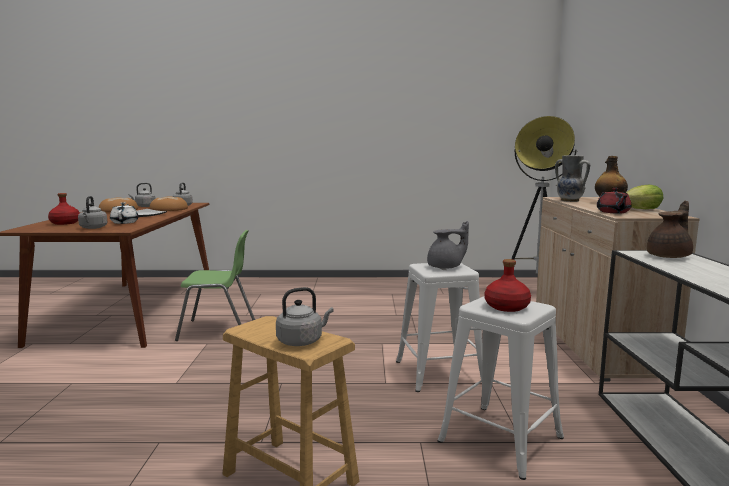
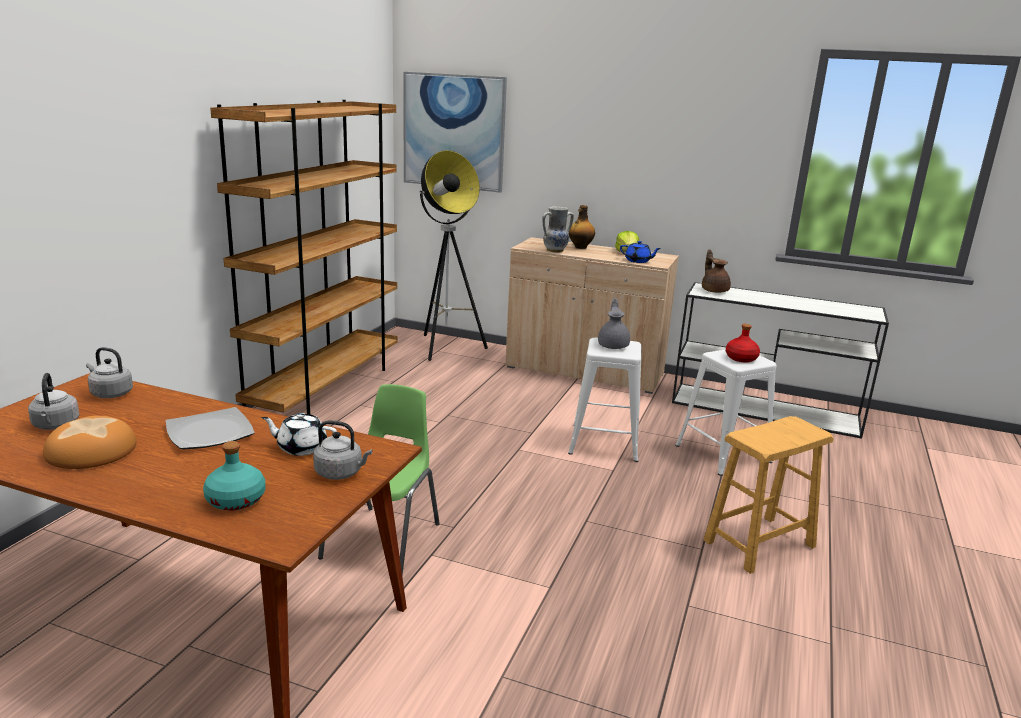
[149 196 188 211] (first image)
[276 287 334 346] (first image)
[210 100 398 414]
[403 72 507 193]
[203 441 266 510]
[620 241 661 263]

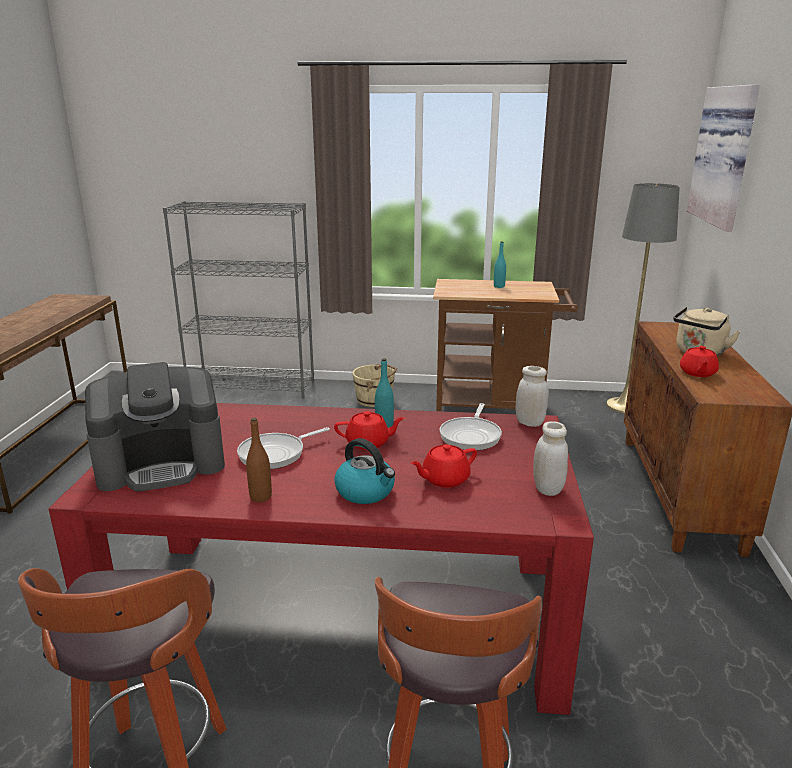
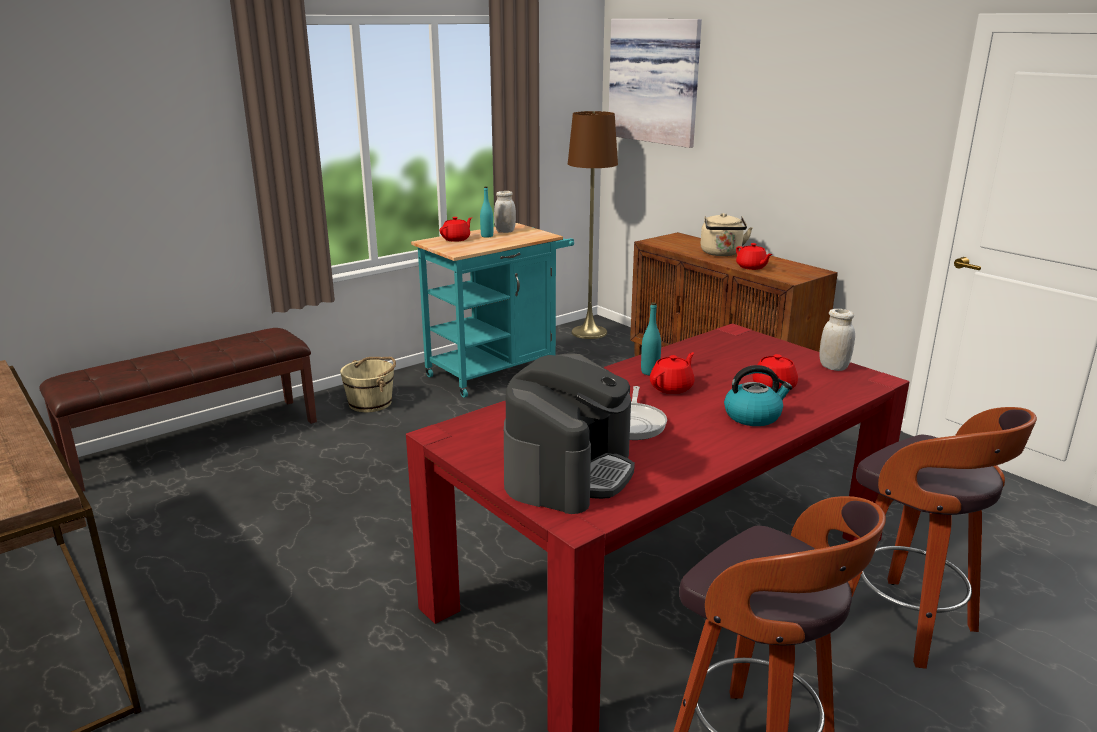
[246 418 272 502] (first image)
[440 403 502 450] (first image)
[440 217 472 242]
[494 191 516 233]
[39 328 317 491]
[411 223 574 398]
[568 111 618 339]

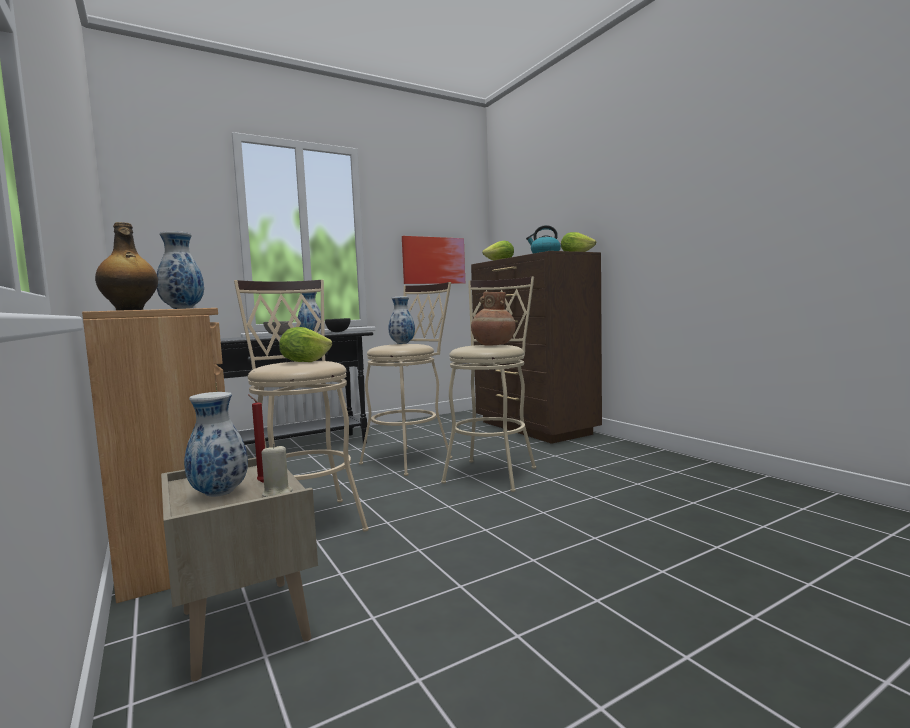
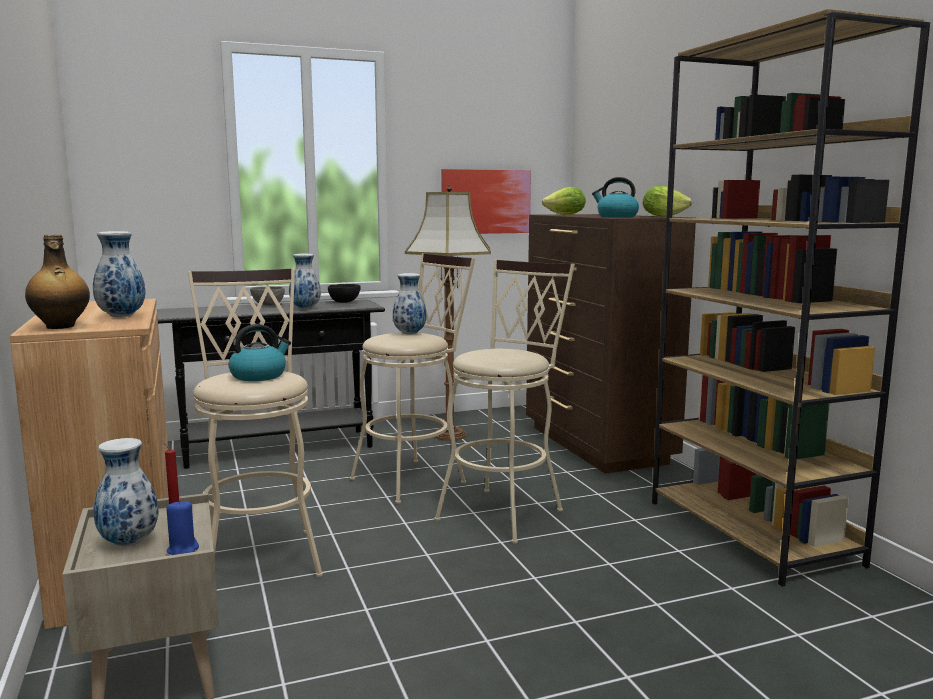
[471 292 515 346] (first image)
[405 184 491 441]
[652 9 930 587]
[228 324 291 381]
[166 500 199 555]

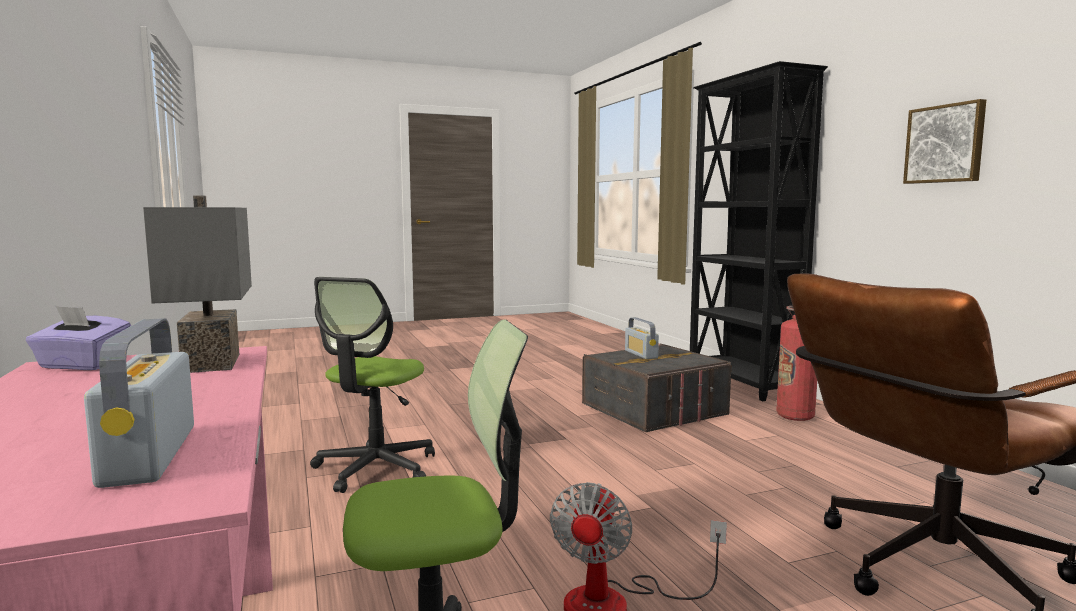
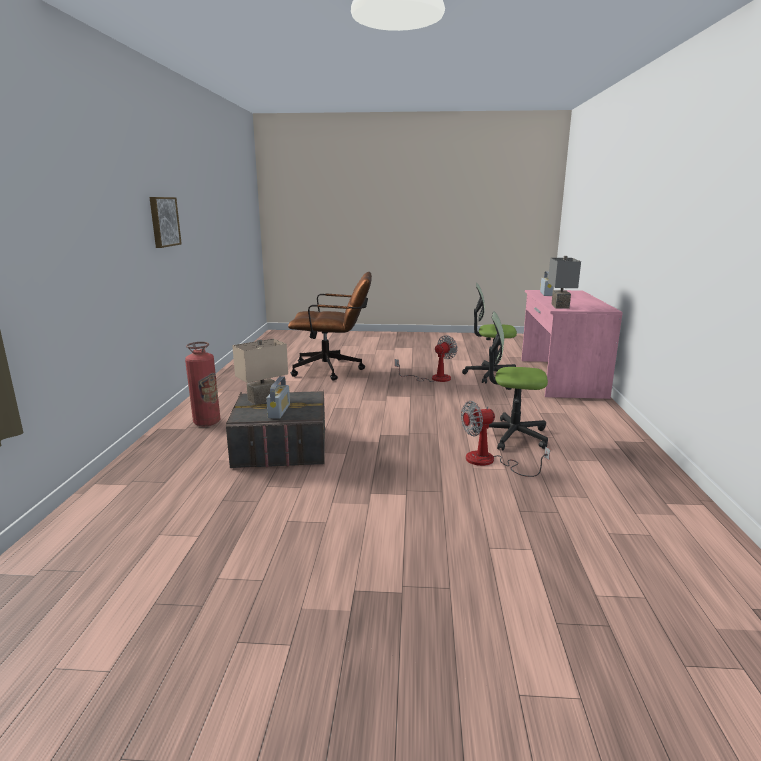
[26 306 131 370] (first image)
[690 61 828 401] (first image)
[232 339 288 405]
[461 401 550 477]
[473 312 548 450]

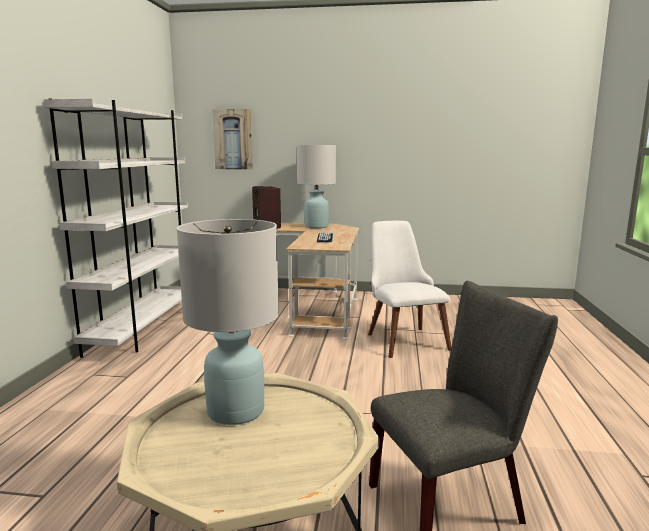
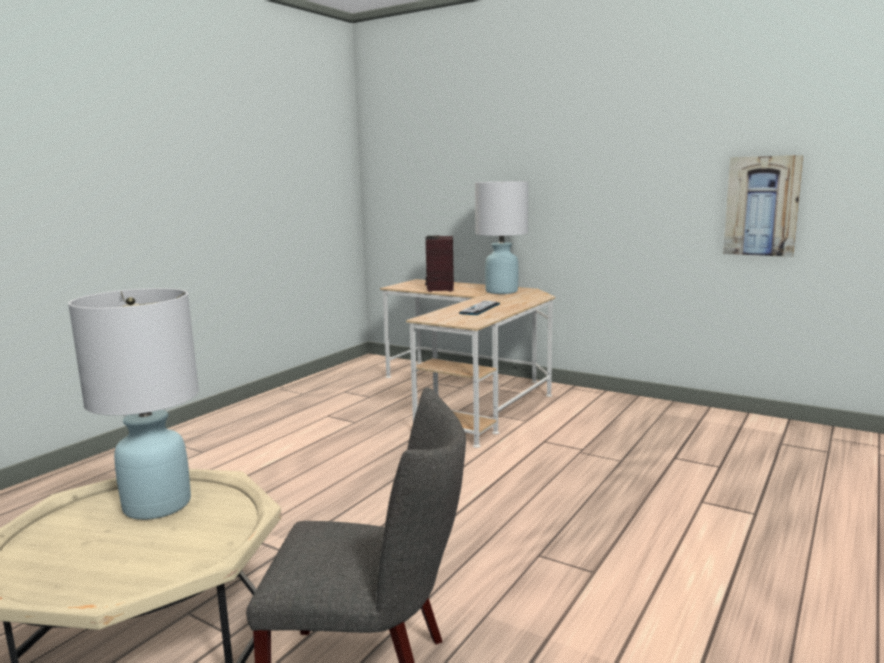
[43 98 188 358] (first image)
[368 221 451 358] (first image)
[723 155 803 257]

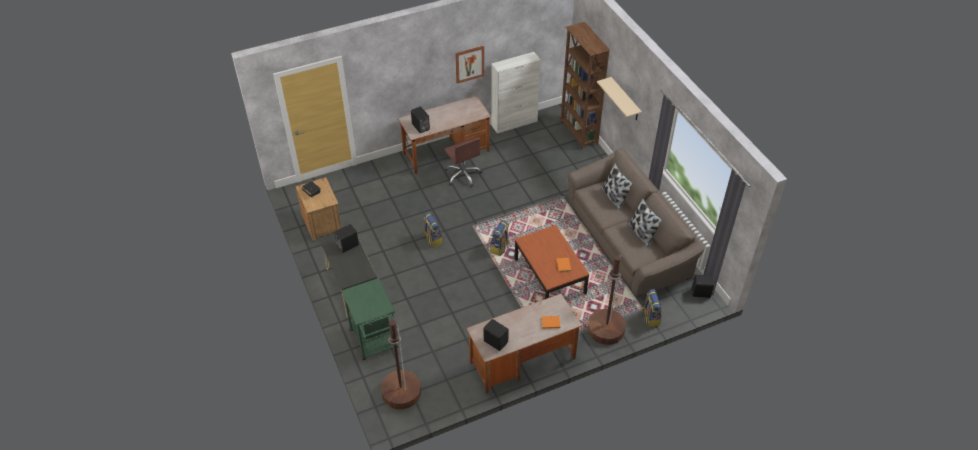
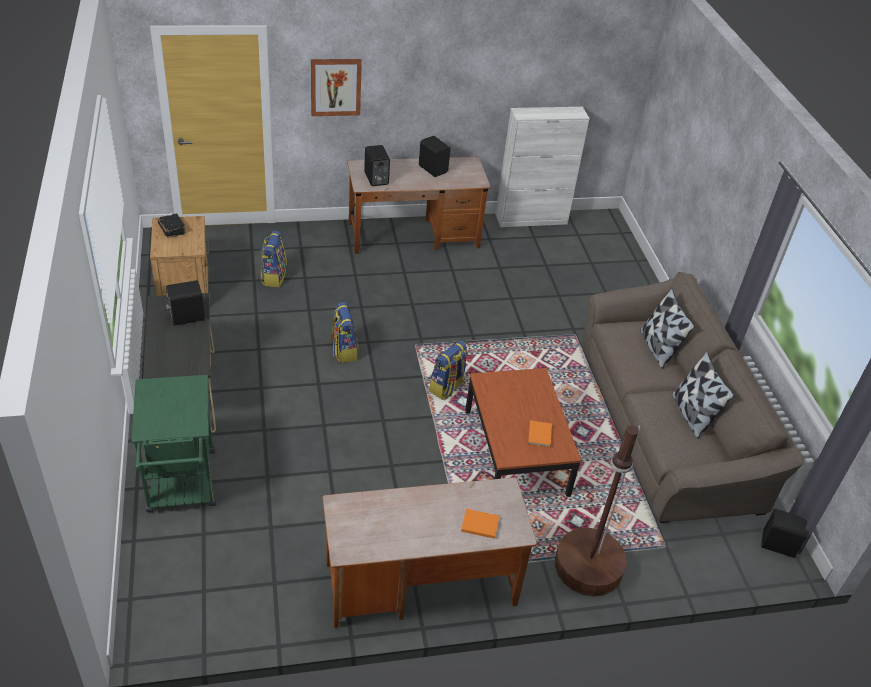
[381 320 421 410] (first image)
[444 138 482 187] (first image)
[560 22 610 150] (first image)
[597 77 642 121] (first image)
[311 59 362 116]
[419 136 450 177]
[260 231 287 287]

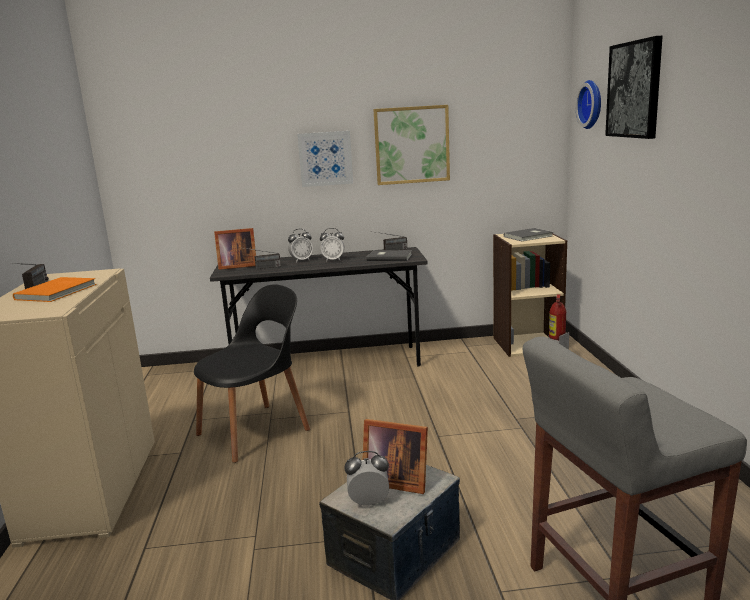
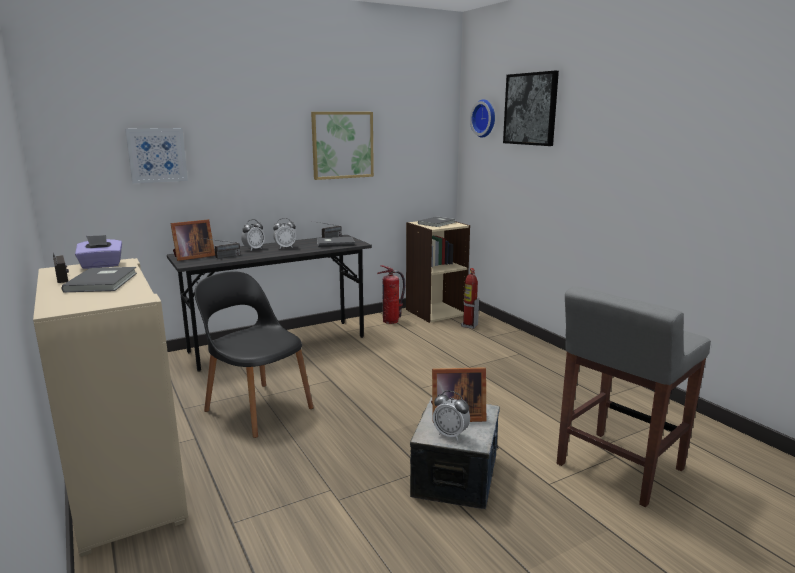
[75 235 122 269]
[377 265 405 324]
[125 128 188 184]
[62 267 137 292]
[194 271 314 438]
[433 390 470 441]

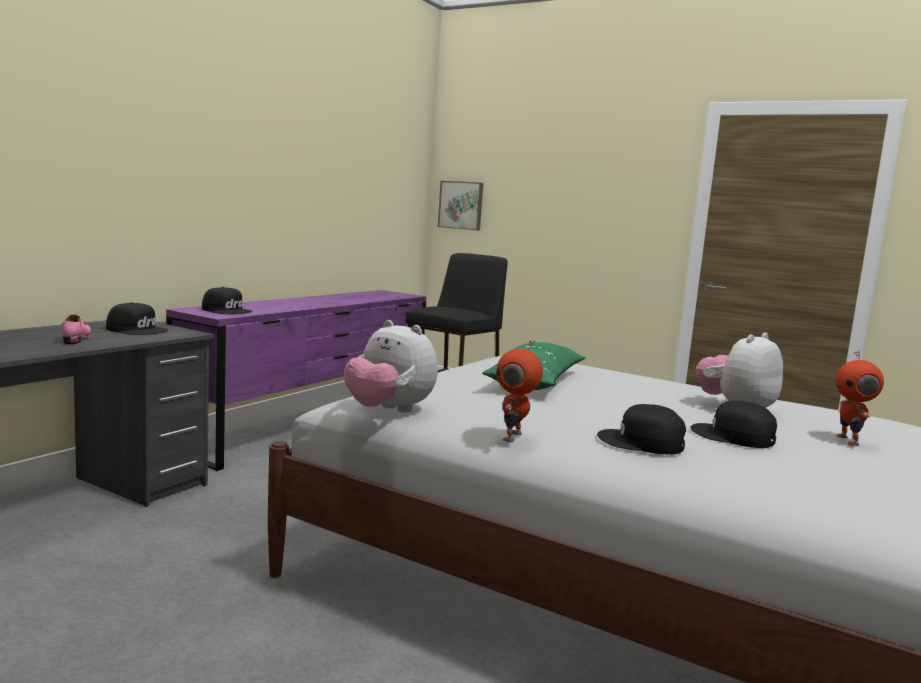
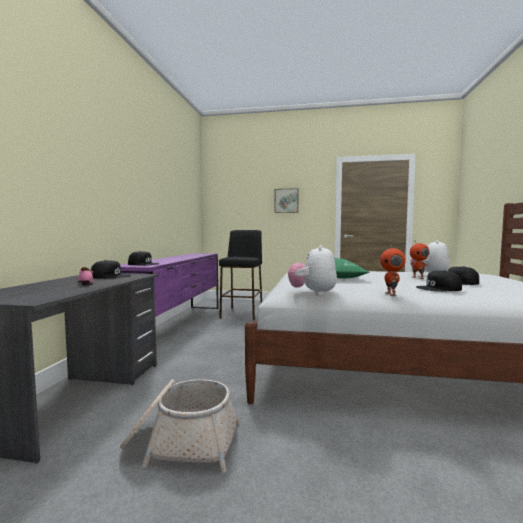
[120 379 240 473]
[274 188 299 213]
[410 241 429 279]
[288 245 337 296]

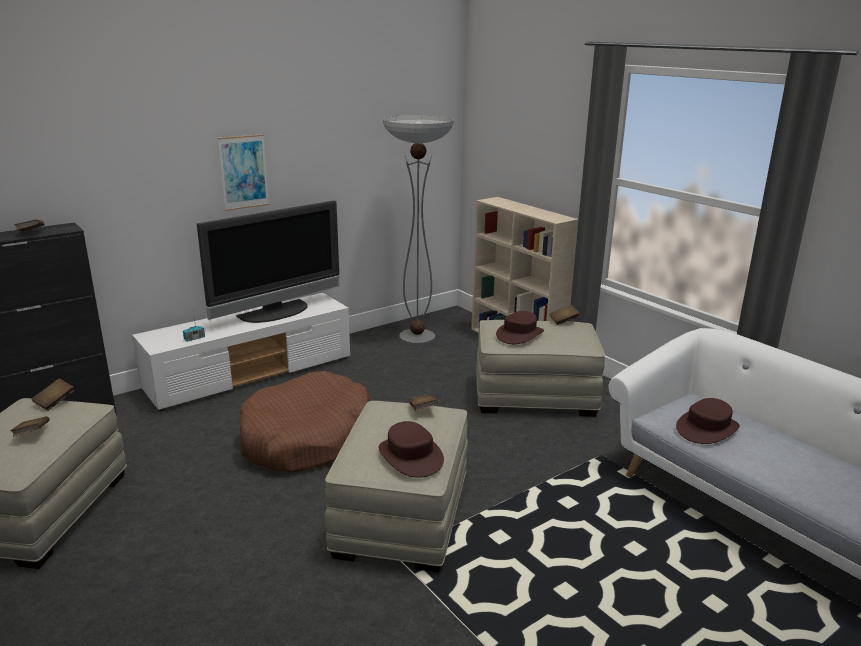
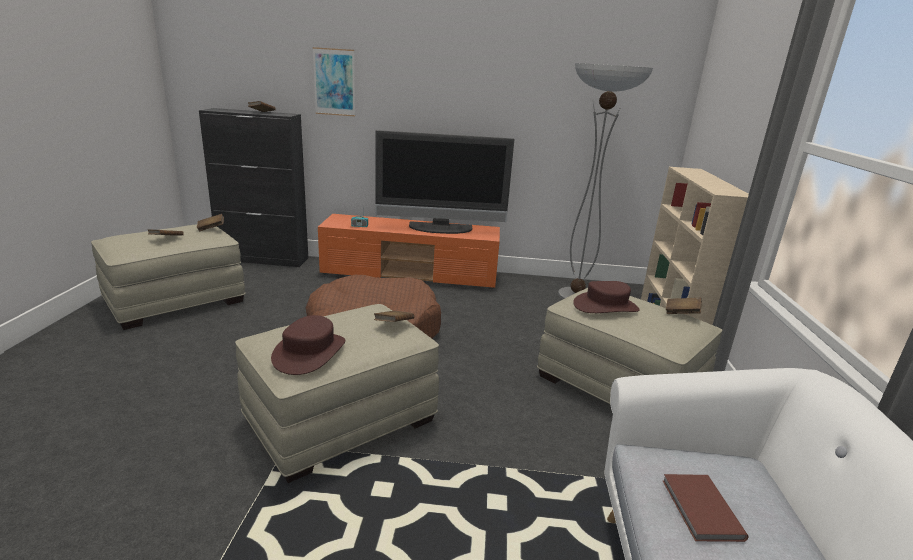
[313 47 355 116]
[662 474 749 542]
[318 214 500 289]

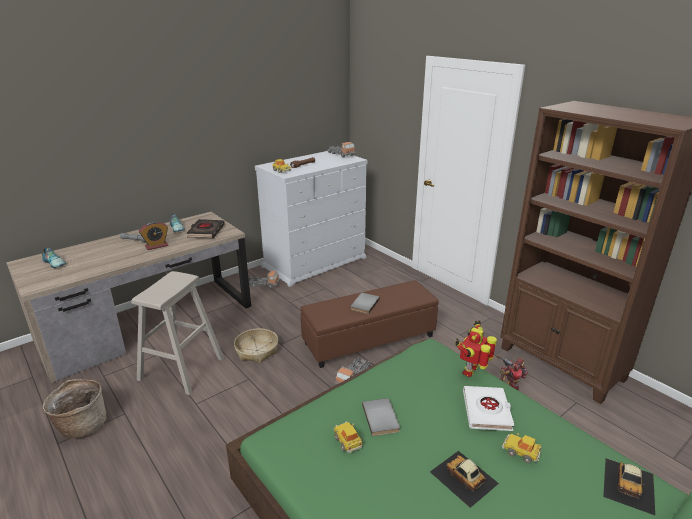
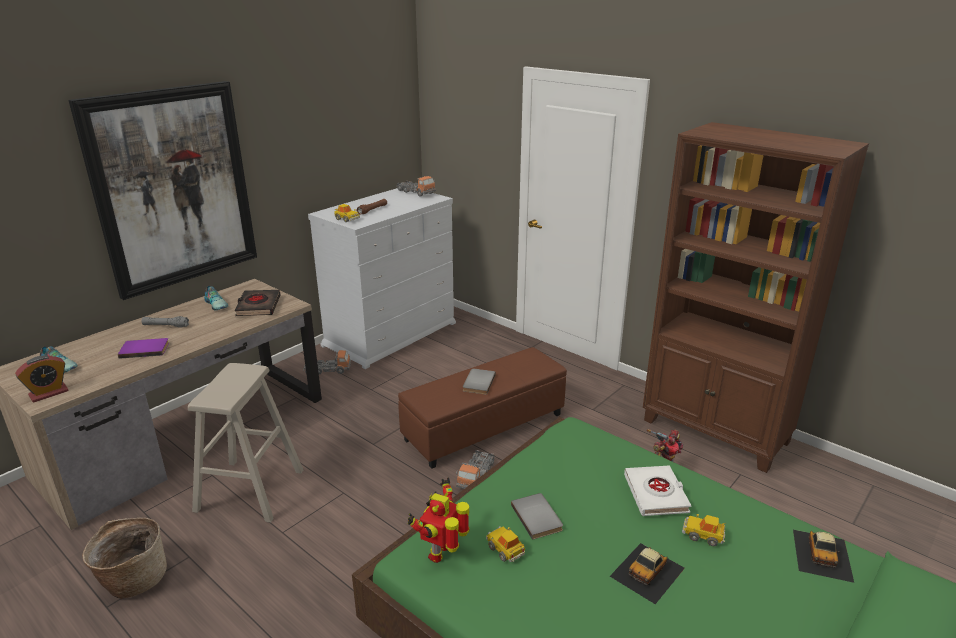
[234 328 278 363] (first image)
[68 81 257 300]
[118 338 169 359]
[15 355 68 402]
[408 478 470 563]
[610 543 685 604]

